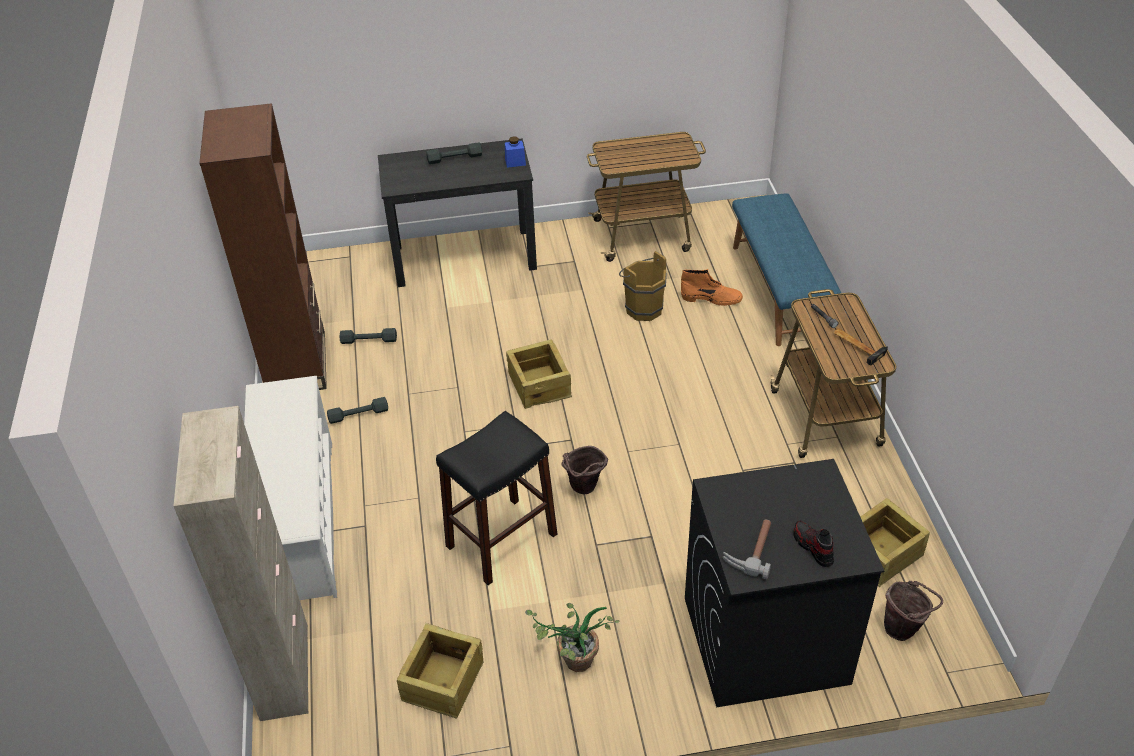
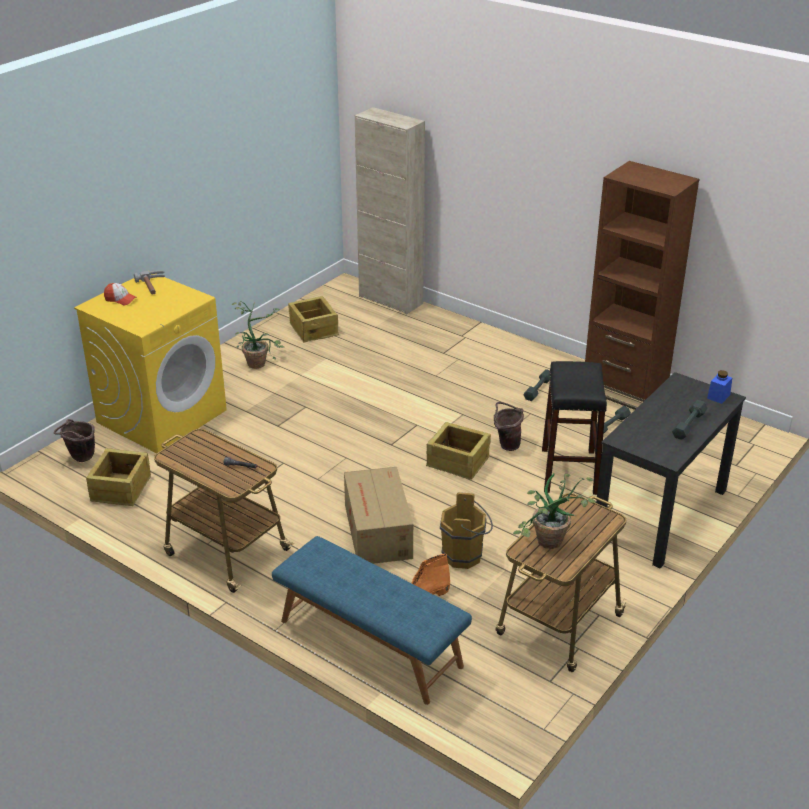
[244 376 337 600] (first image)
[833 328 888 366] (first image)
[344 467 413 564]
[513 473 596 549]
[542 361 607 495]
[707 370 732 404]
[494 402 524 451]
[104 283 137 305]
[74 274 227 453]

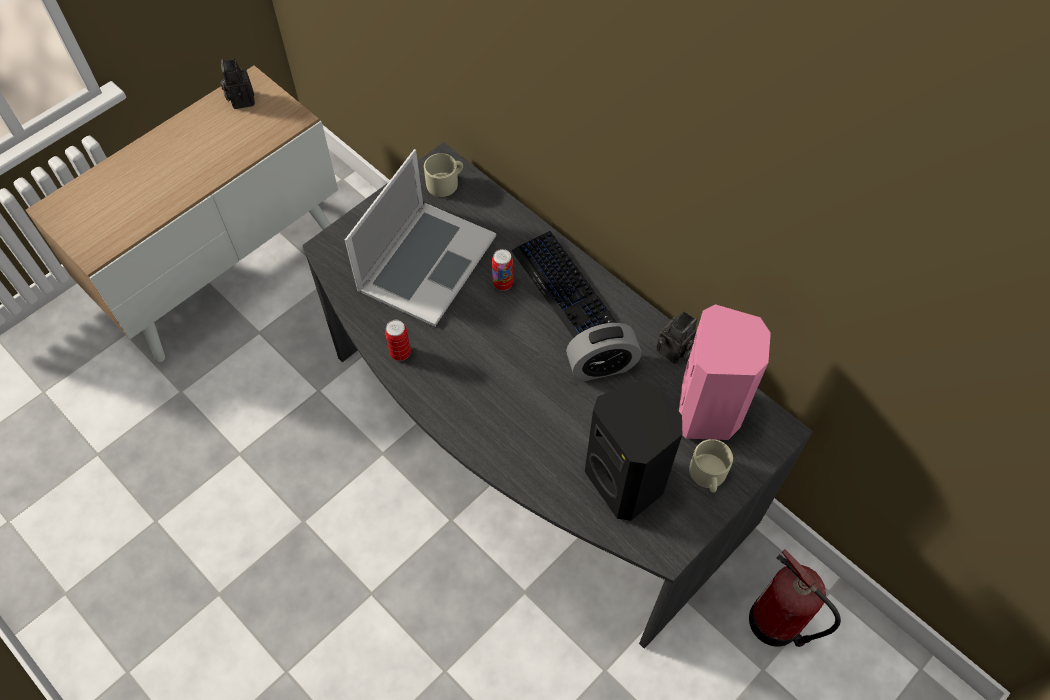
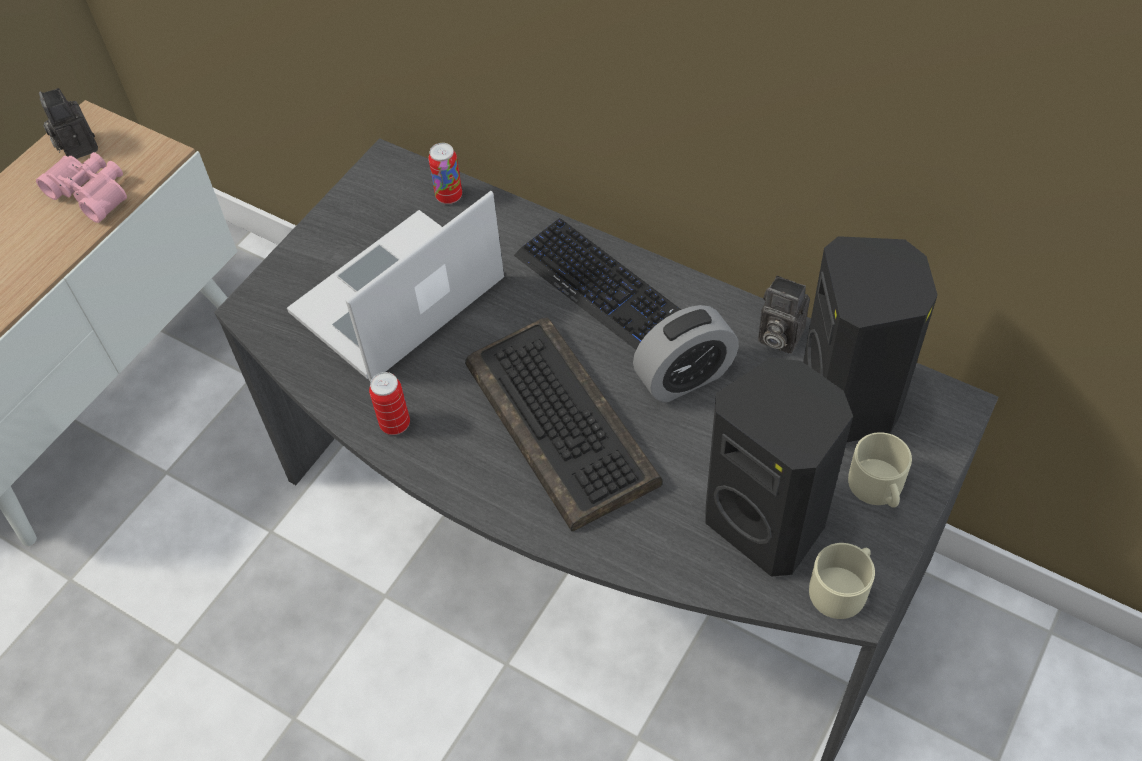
[749 549 841 647] (first image)
[36 152 127 223]
[465 317 662 531]
[809 543 875 619]
[428 143 462 204]
[803 236 938 442]
[287 191 504 382]
[758 275 810 354]

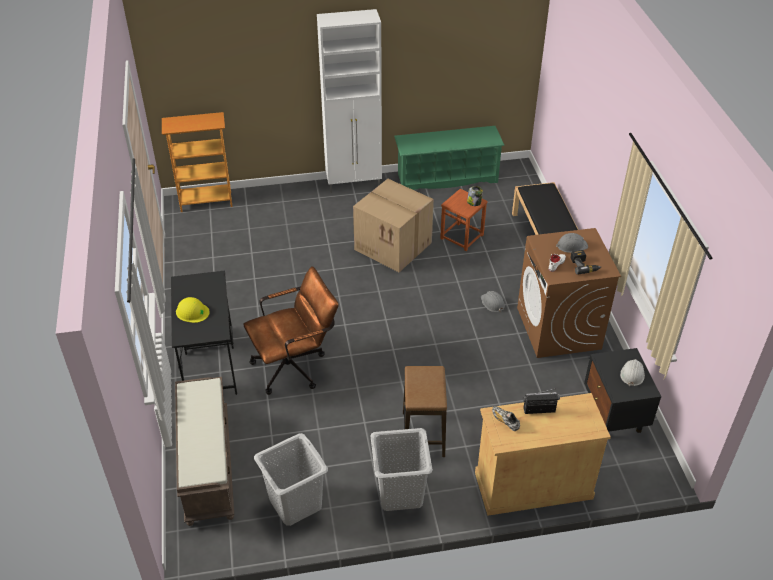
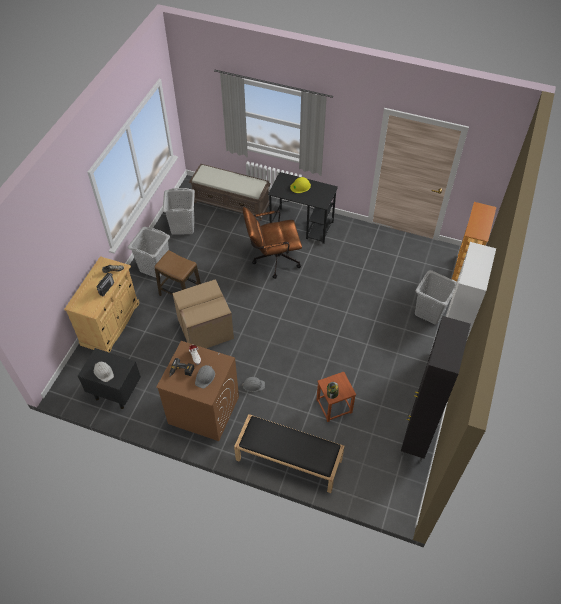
[415 270 457 325]
[173 279 234 348]
[401 316 471 462]
[243 207 302 279]

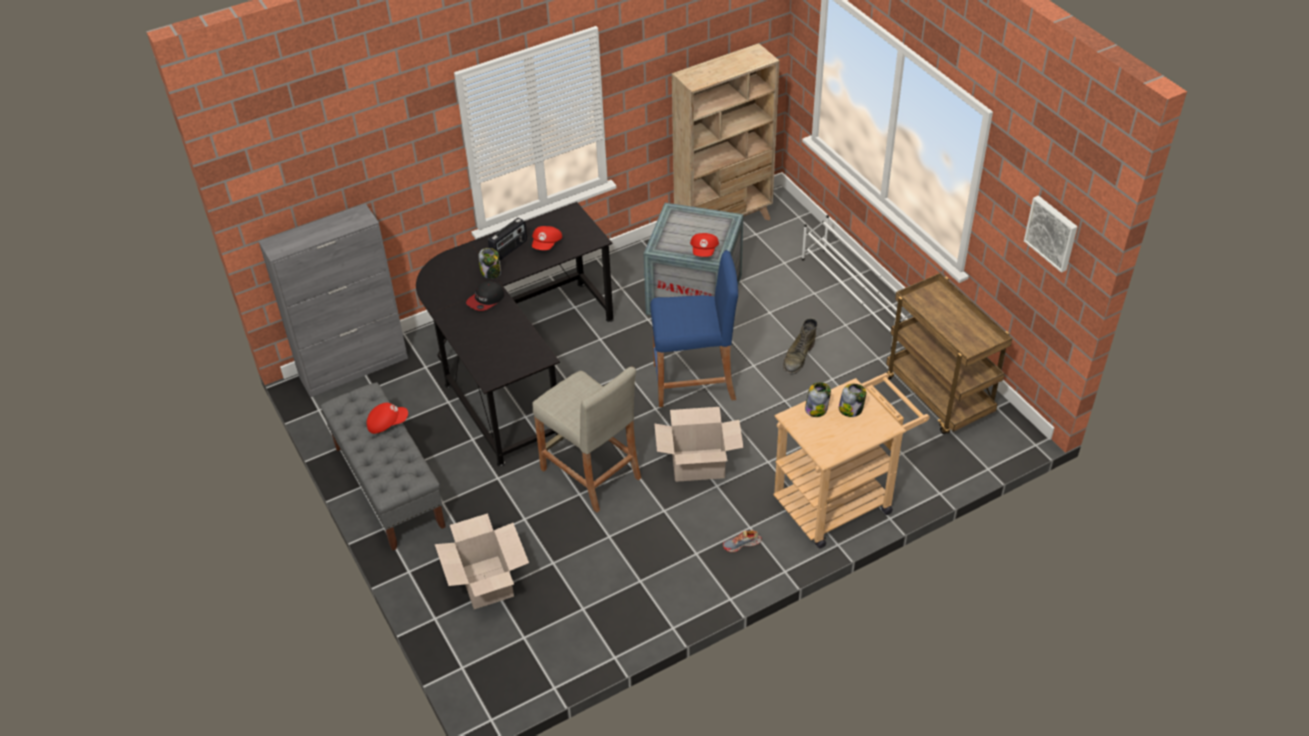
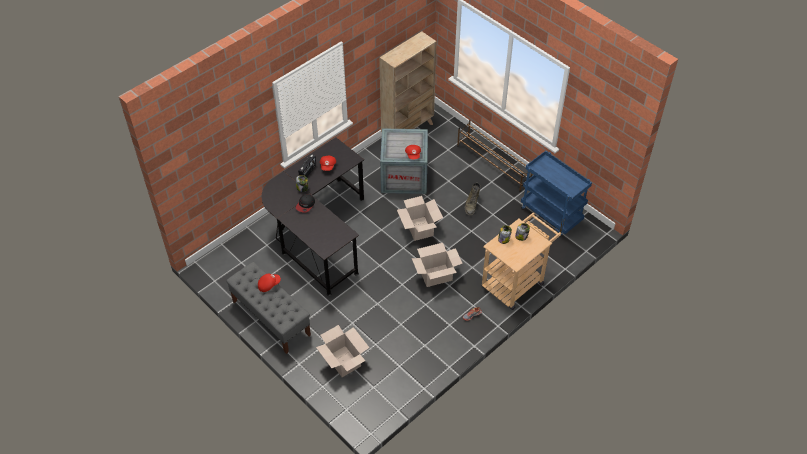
[259 203 408 397] (first image)
[532 366 641 513] (first image)
[1024 196 1078 273] (first image)
[397 196 443 241]
[457 120 532 192]
[521 151 592 235]

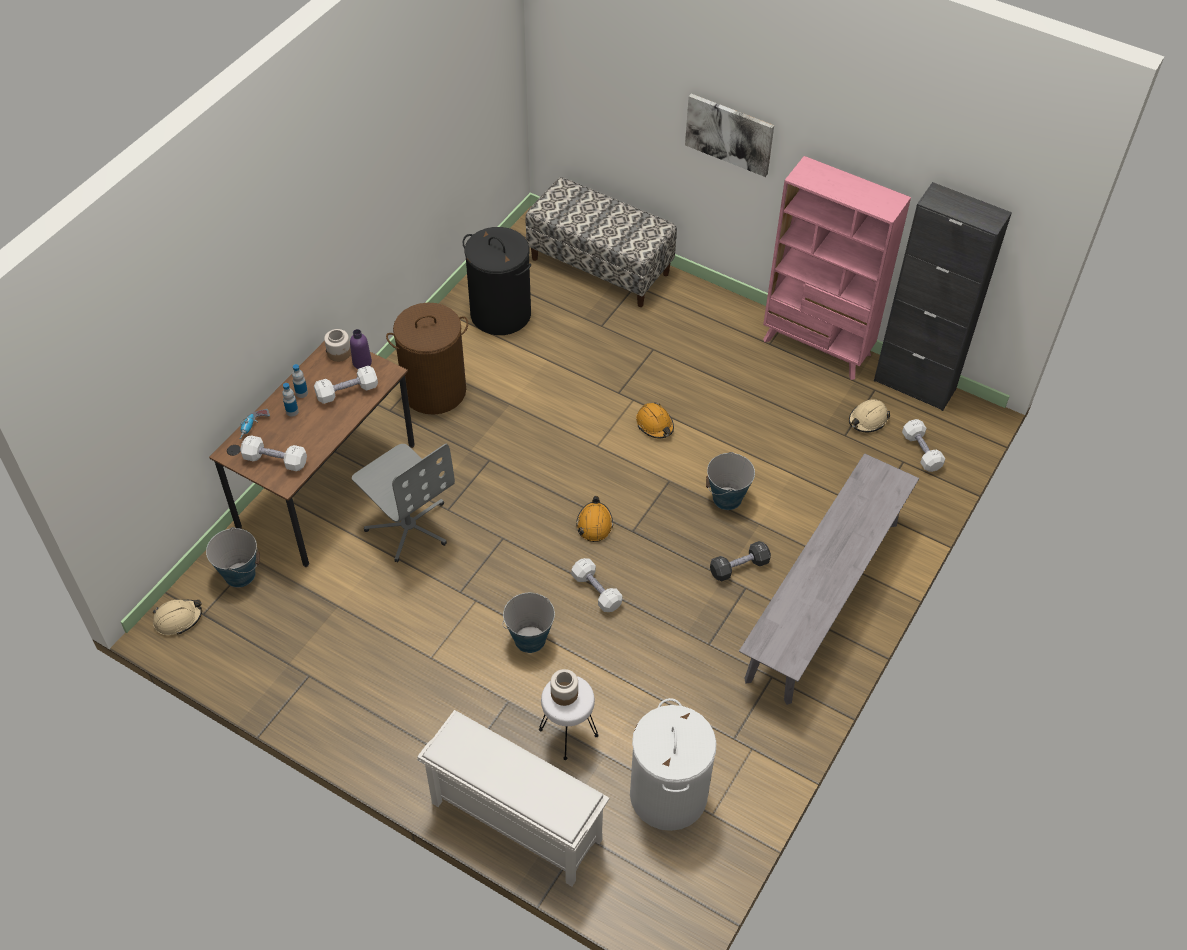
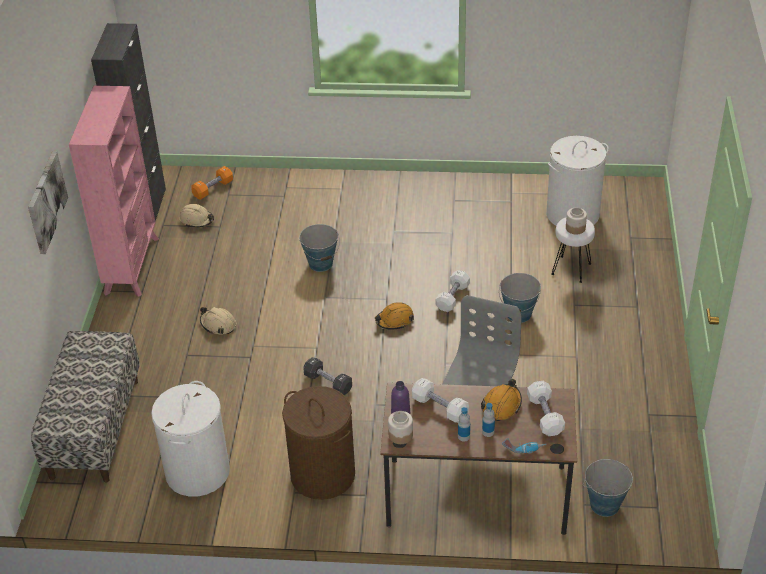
[417 710 610 887] (first image)
[739 453 919 705] (first image)
[200 307 236 334]
[481 379 522 421]
[304 357 352 395]
[151 381 230 497]
[191 166 233 200]

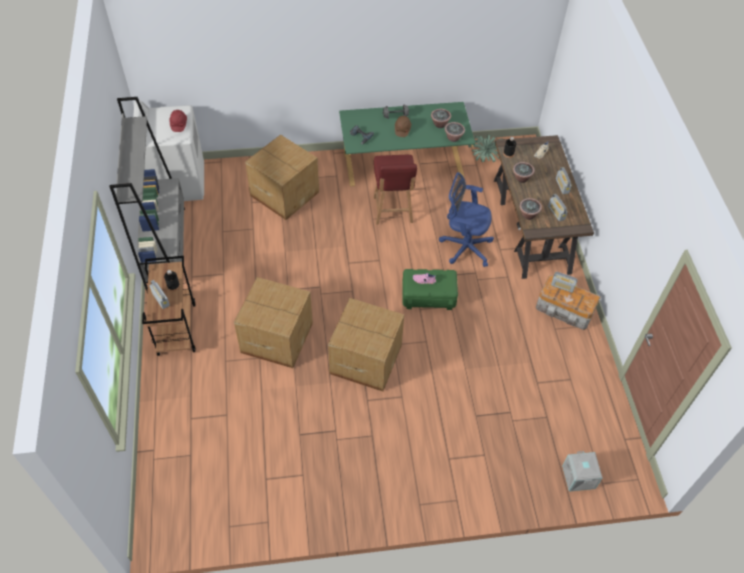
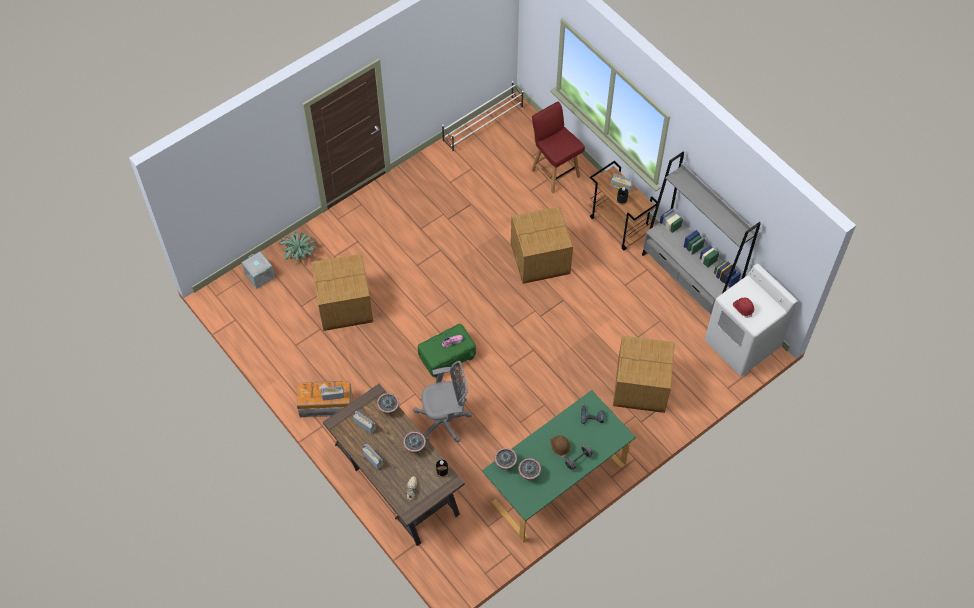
[442 81 523 153]
[311 253 373 331]
[531 102 585 194]
[279 230 317 261]
[413 361 472 442]

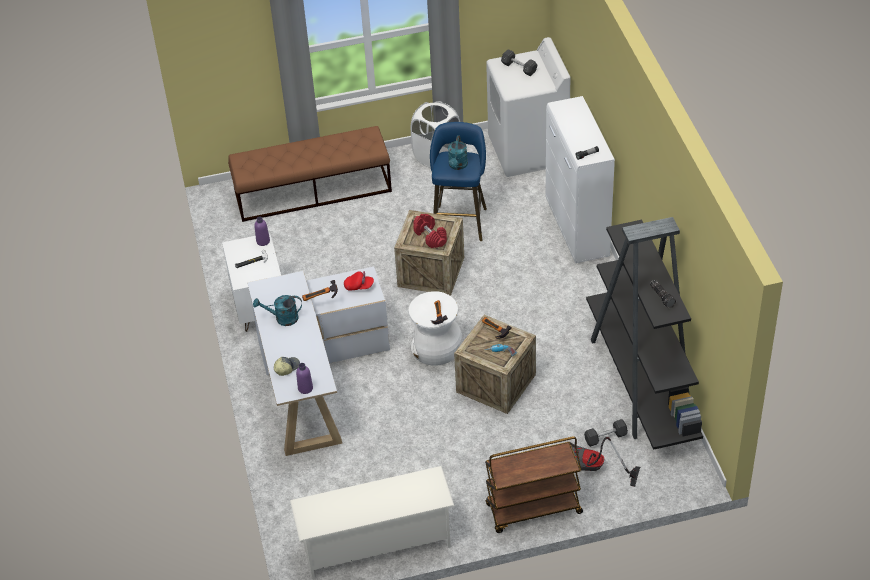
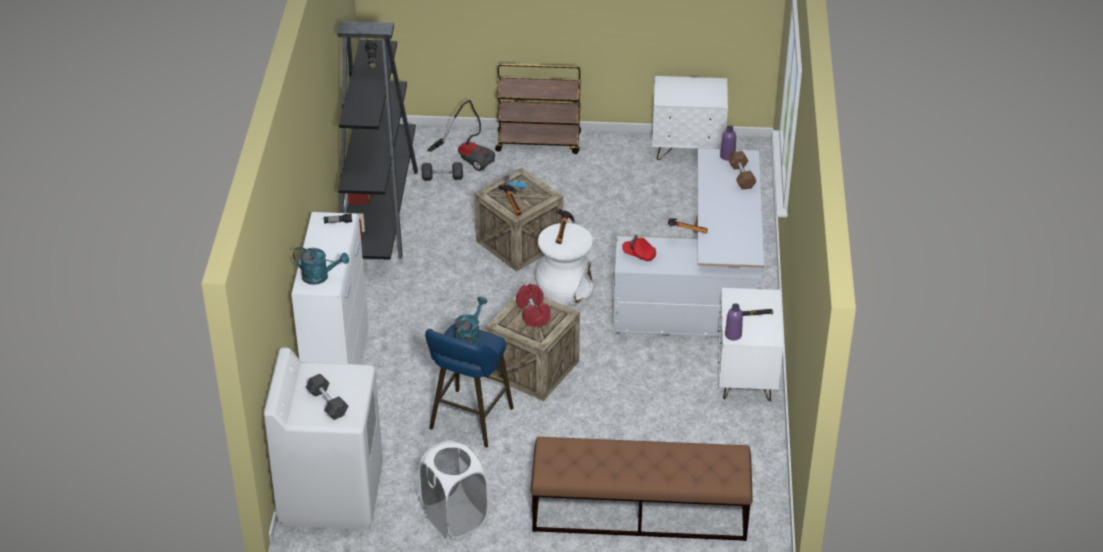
[293 247 349 285]
[728 151 757 189]
[652 76 728 160]

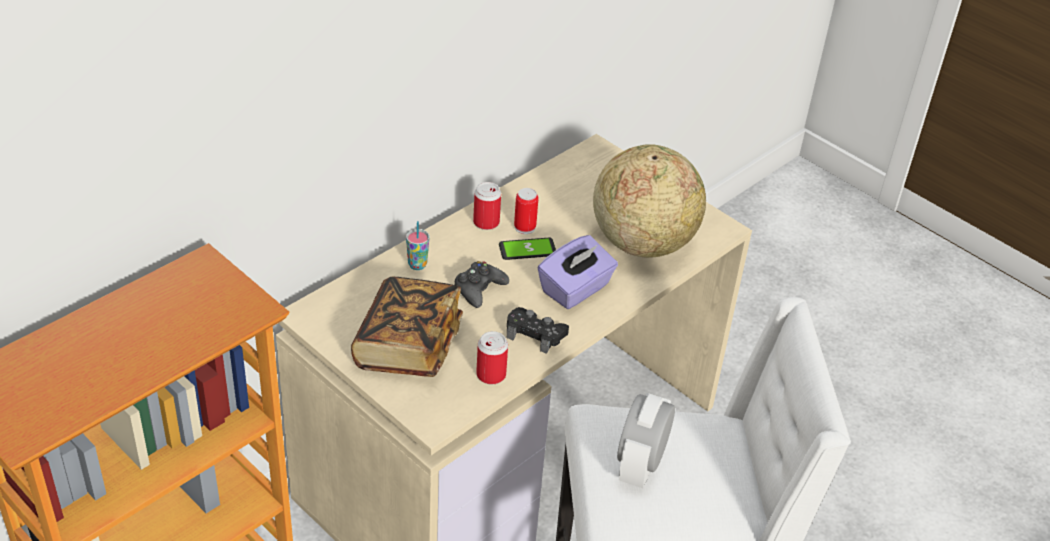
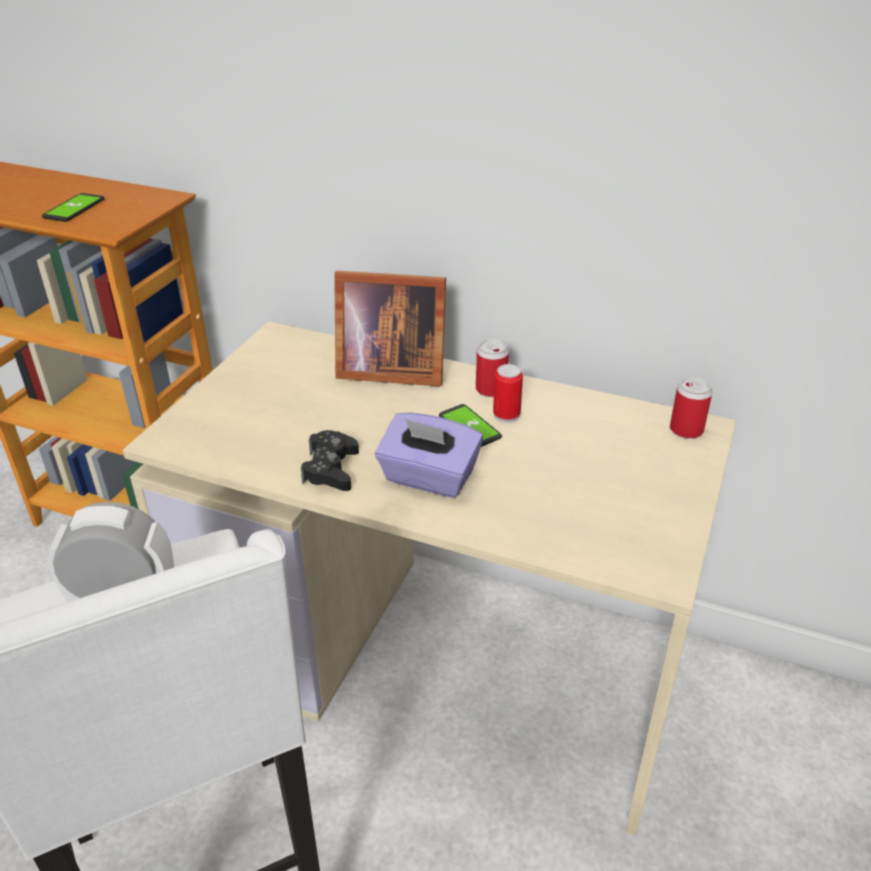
[351 276 463 377] (first image)
[455 261 509 308] (first image)
[593 144 706 258] (first image)
[42 193 104 222]
[670 377 712 439]
[334 271 446 387]

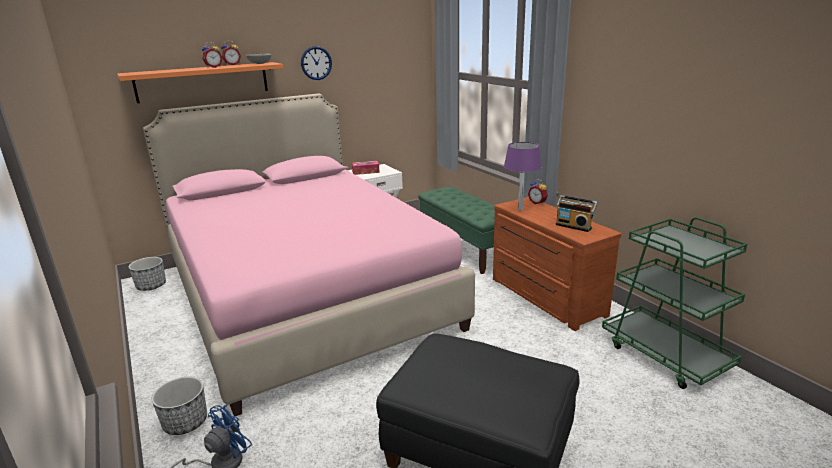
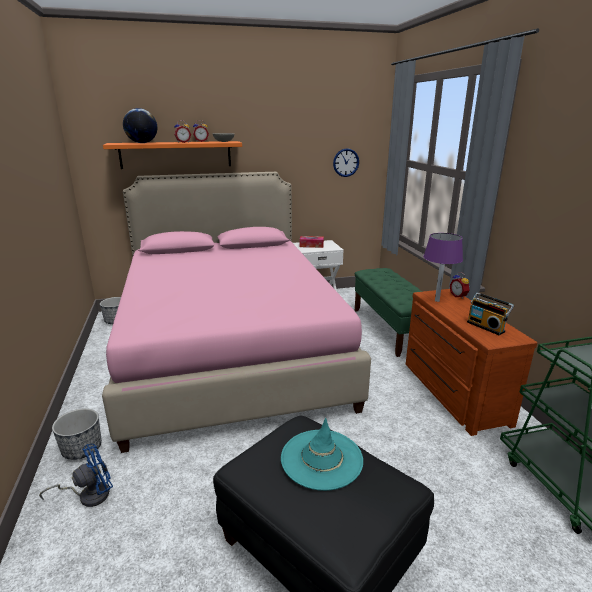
[123 108 157 143]
[281 418 363 491]
[333 148 359 177]

